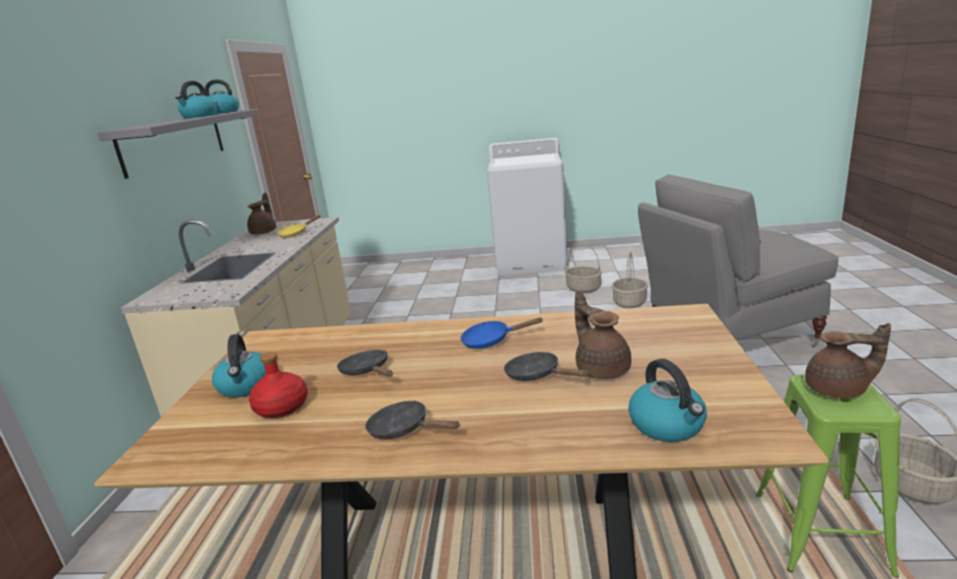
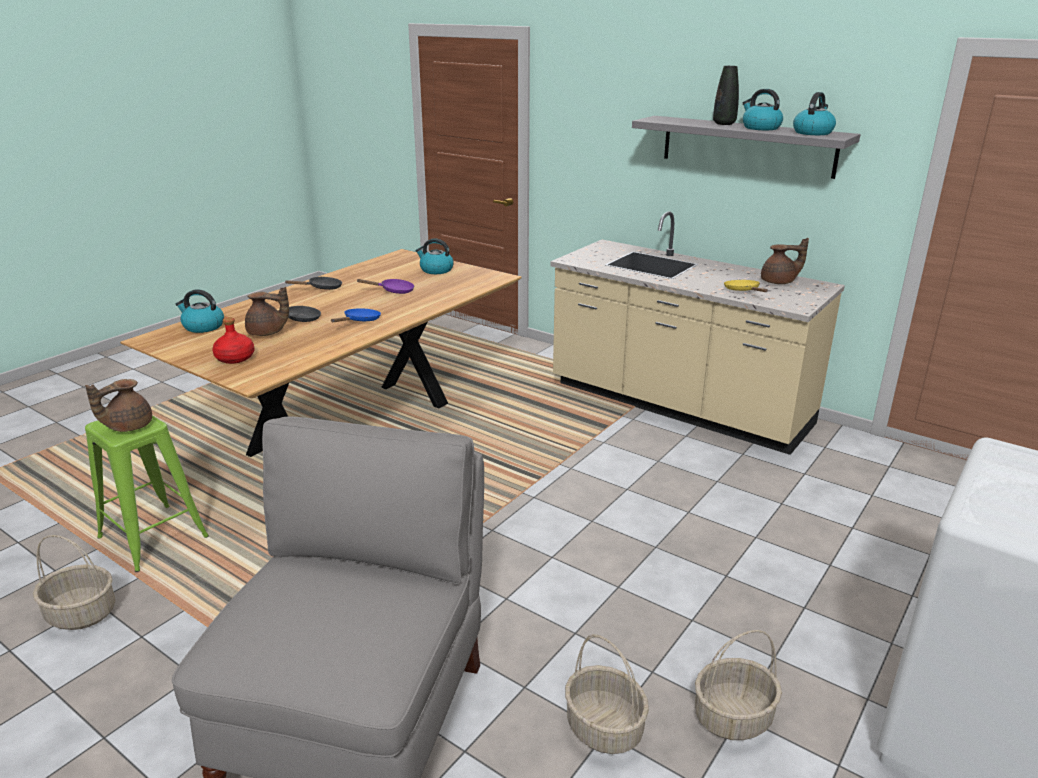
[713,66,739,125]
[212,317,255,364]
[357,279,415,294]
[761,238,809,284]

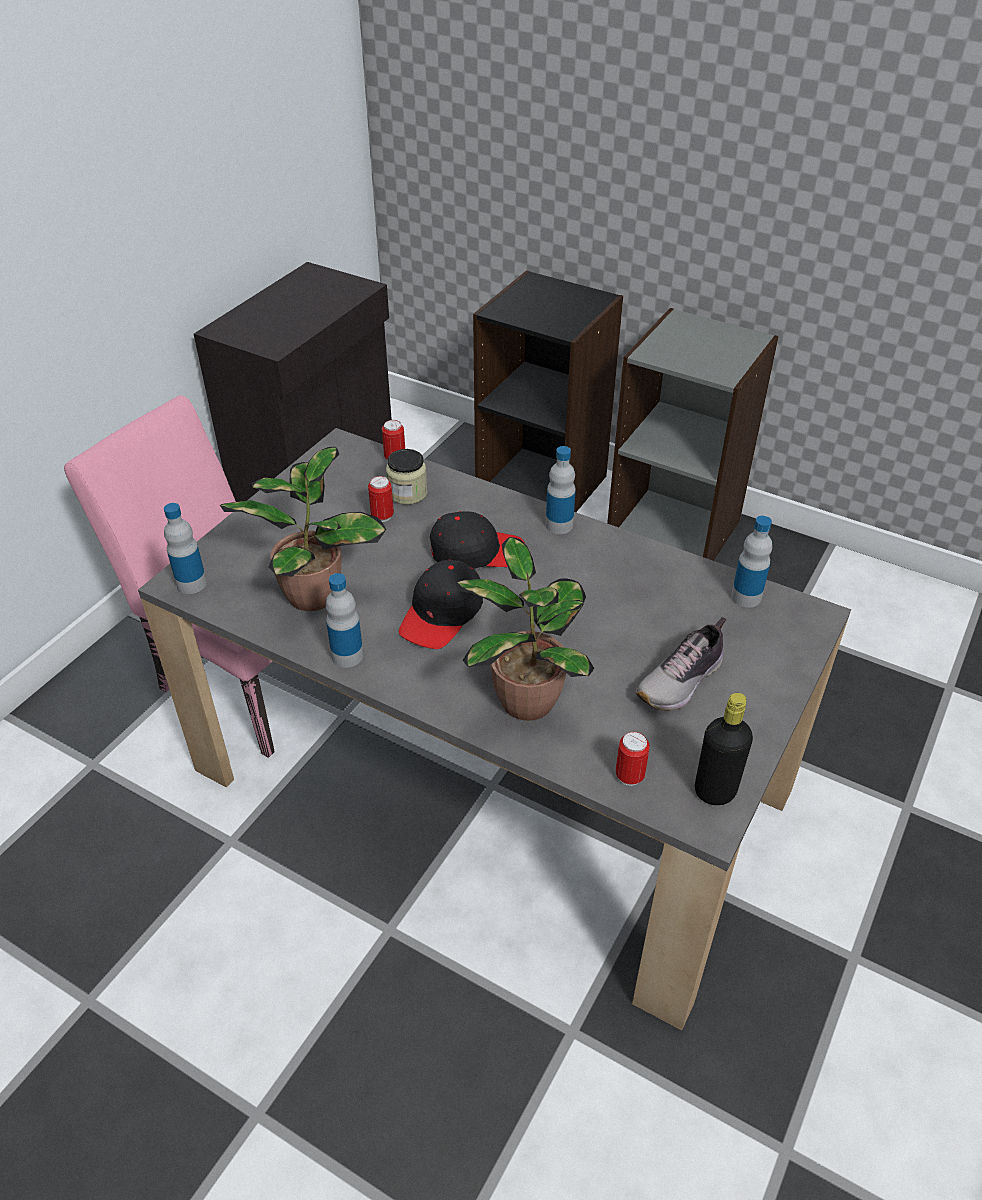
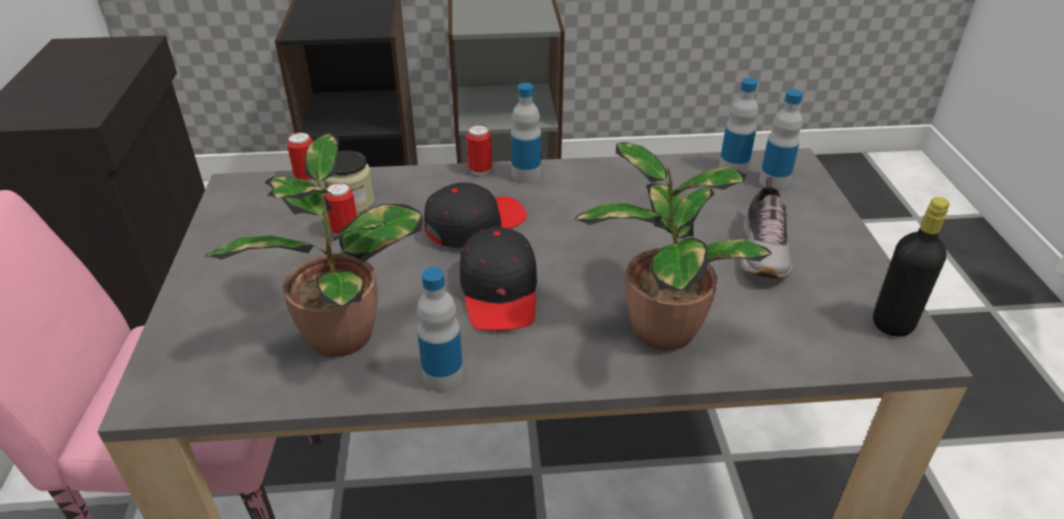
[759,89,803,190]
[466,125,492,175]

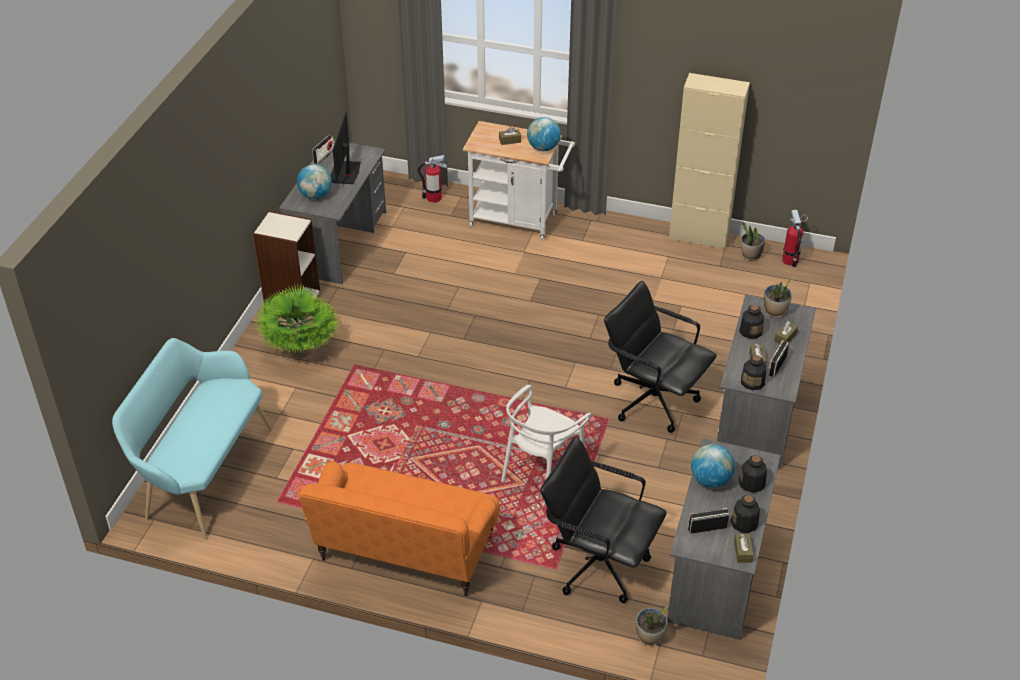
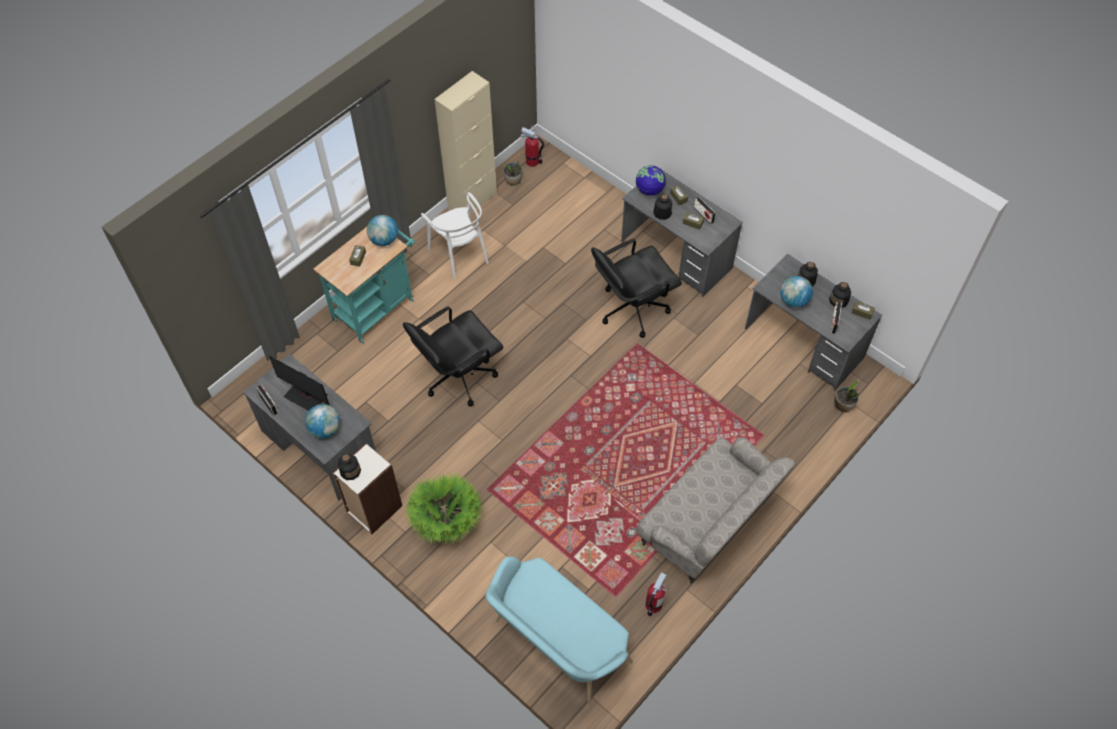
[645,572,668,616]
[421,192,489,279]
[403,306,503,406]
[338,454,361,480]
[636,165,666,196]
[636,437,796,583]
[314,227,415,343]

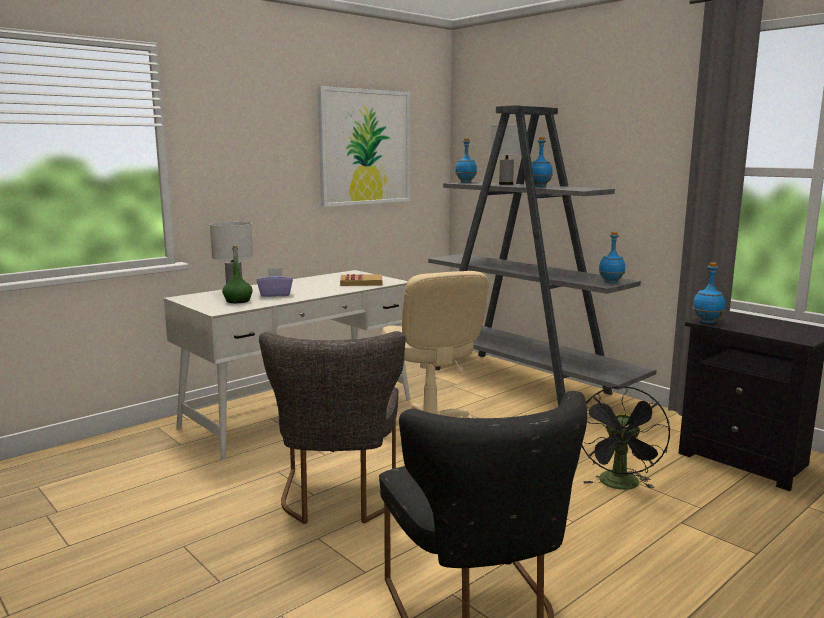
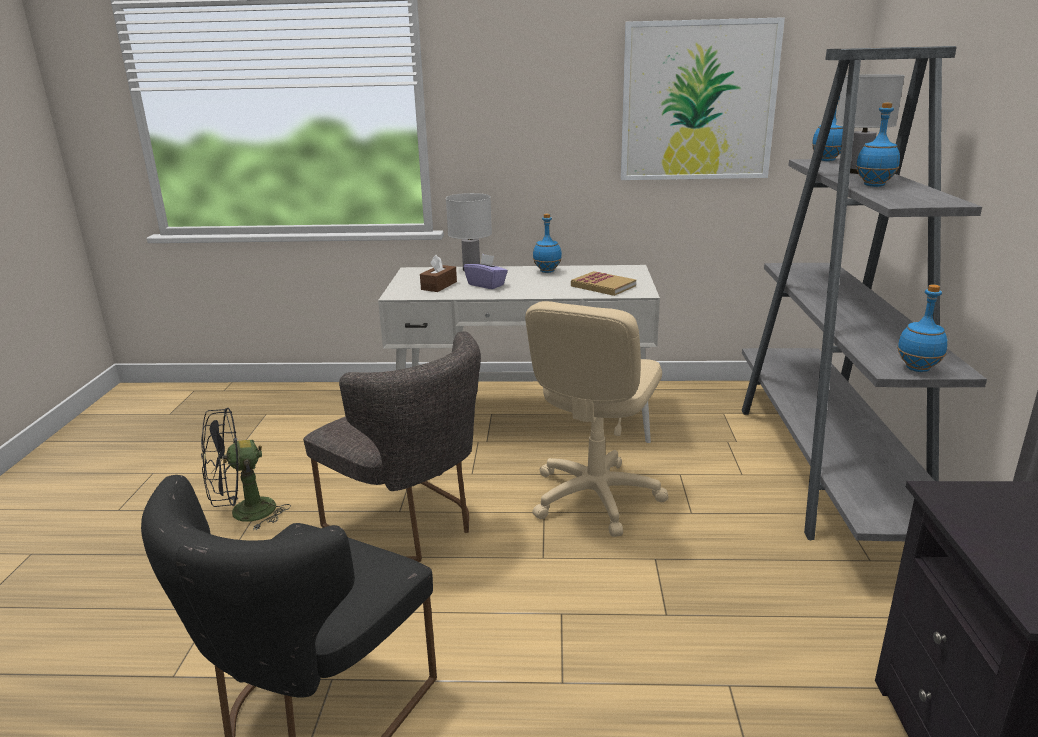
[201,408,291,530]
[533,213,562,273]
[420,255,457,292]
[303,332,481,562]

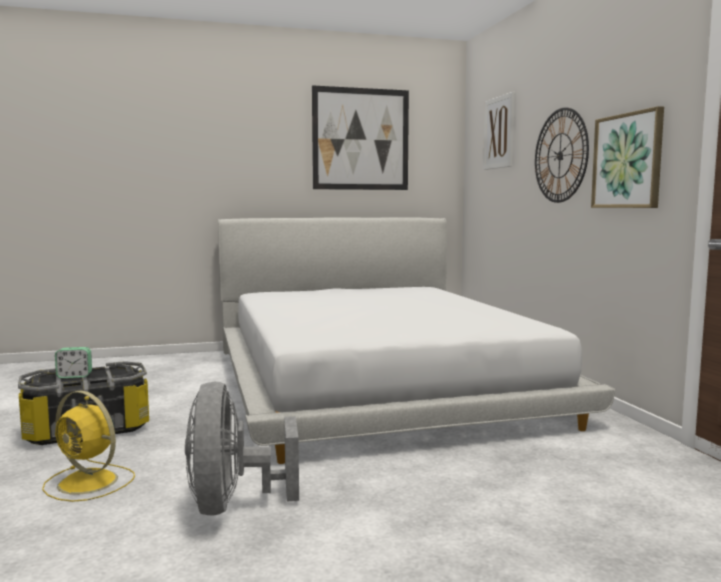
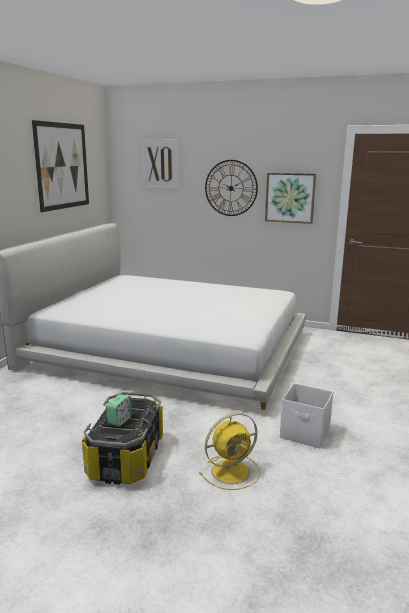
[280,383,333,448]

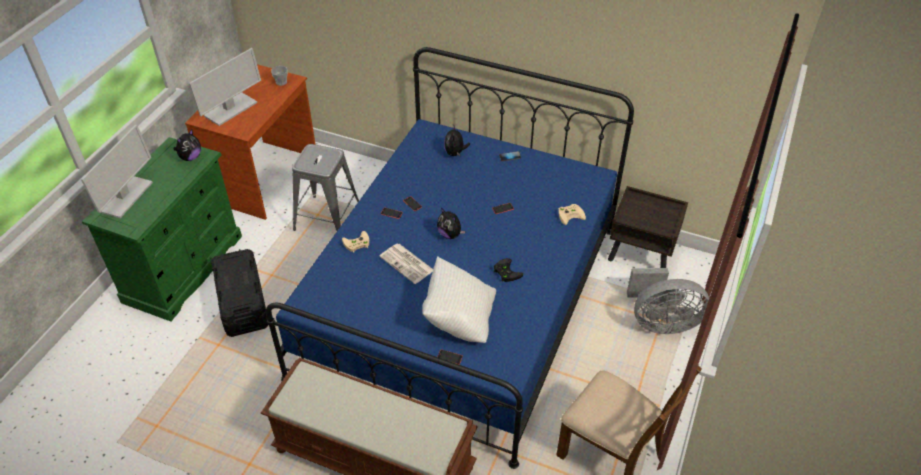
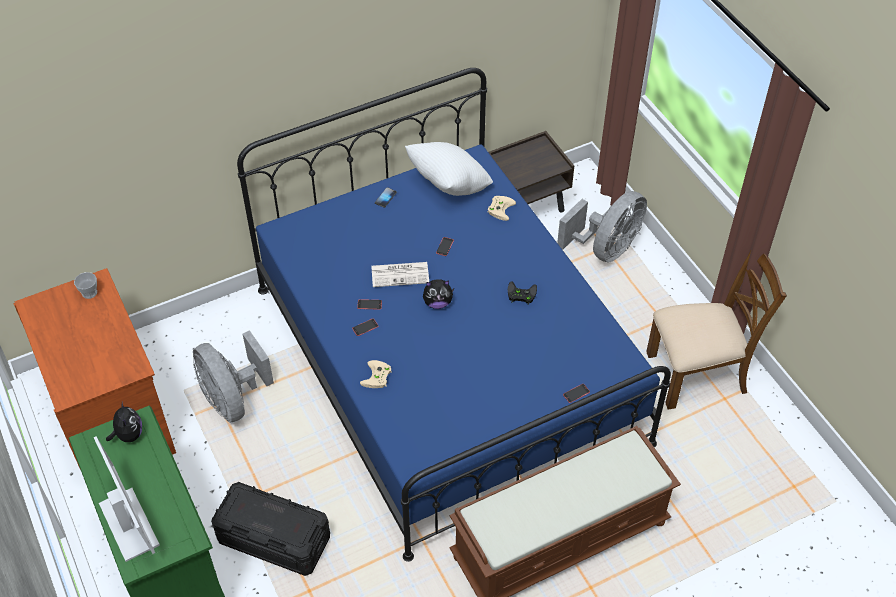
[189,48,261,126] (first image)
[444,124,470,156] (first image)
[371,262,429,287]
[405,142,493,196]
[193,330,274,423]

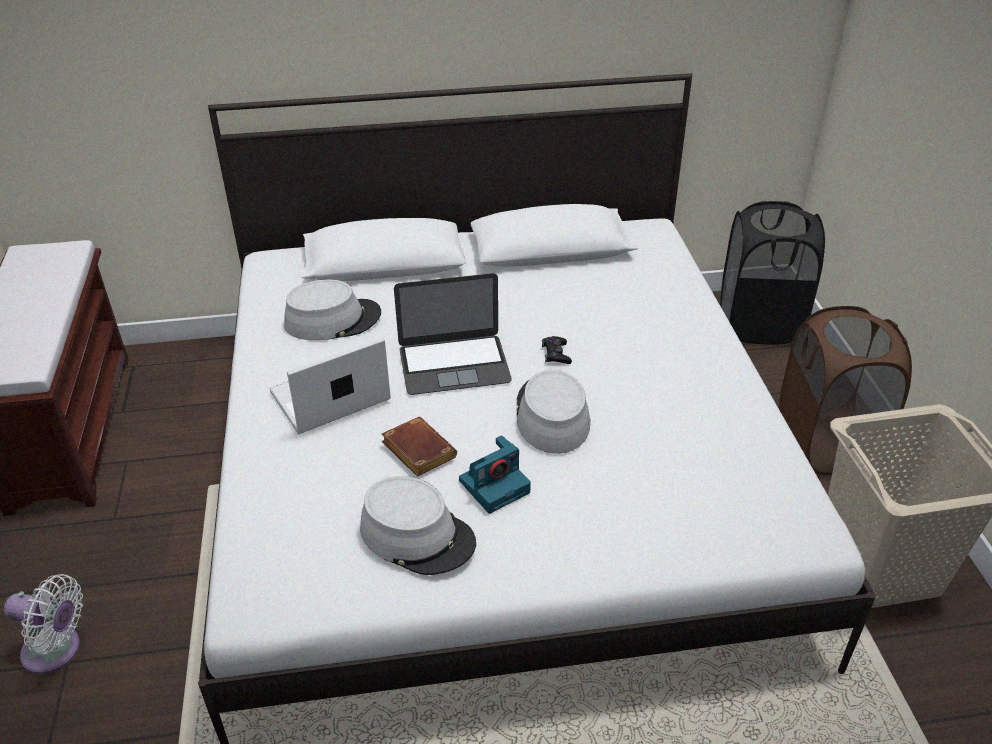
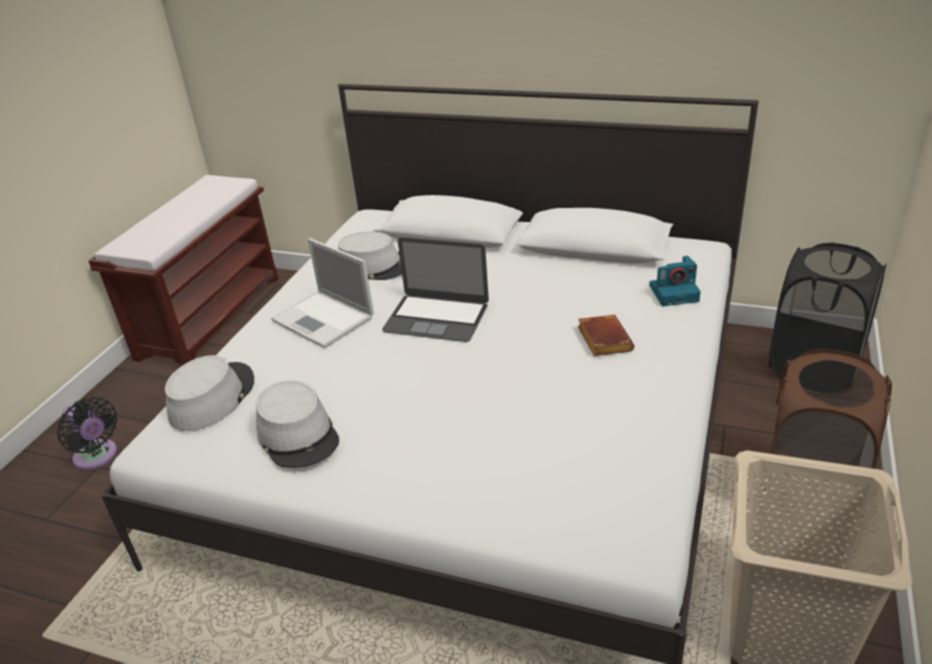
[542,336,572,364] (first image)
[578,315,635,356]
[649,256,701,306]
[165,355,254,431]
[57,397,118,470]
[271,238,374,348]

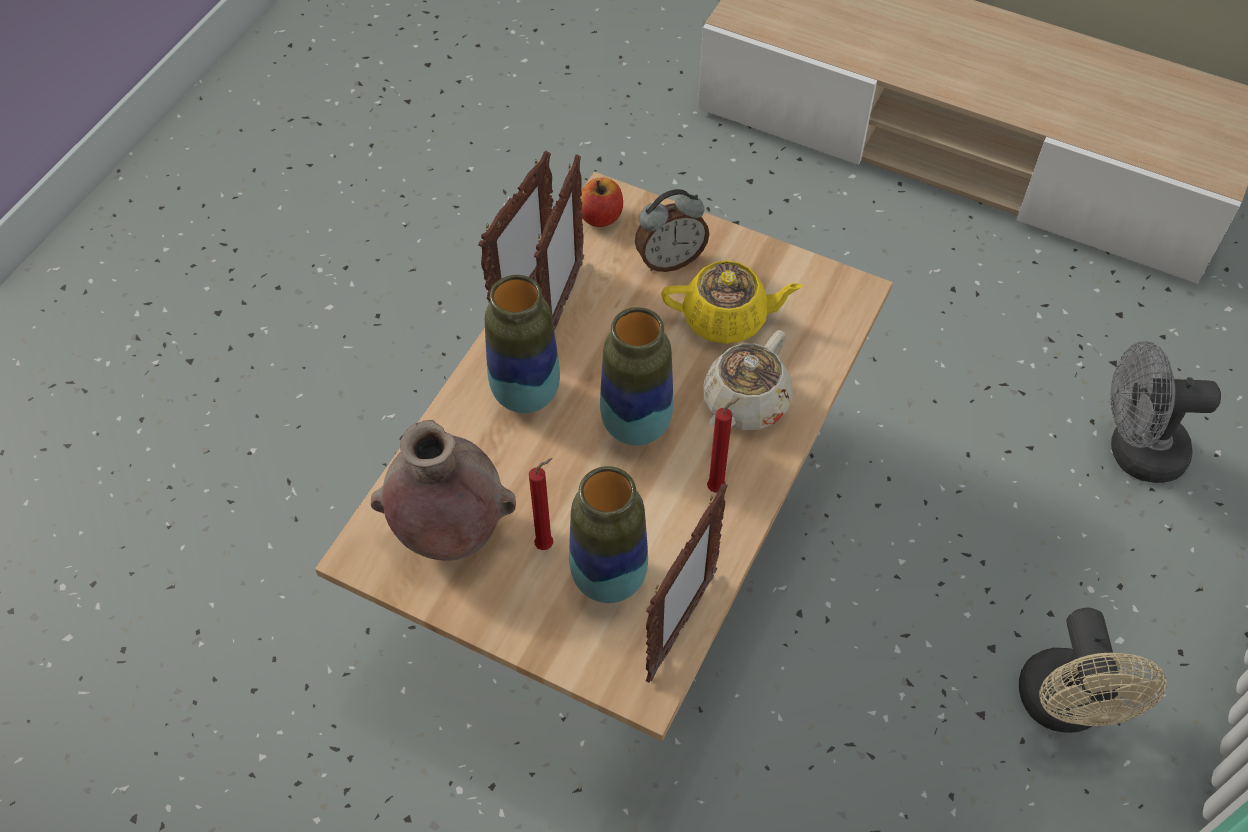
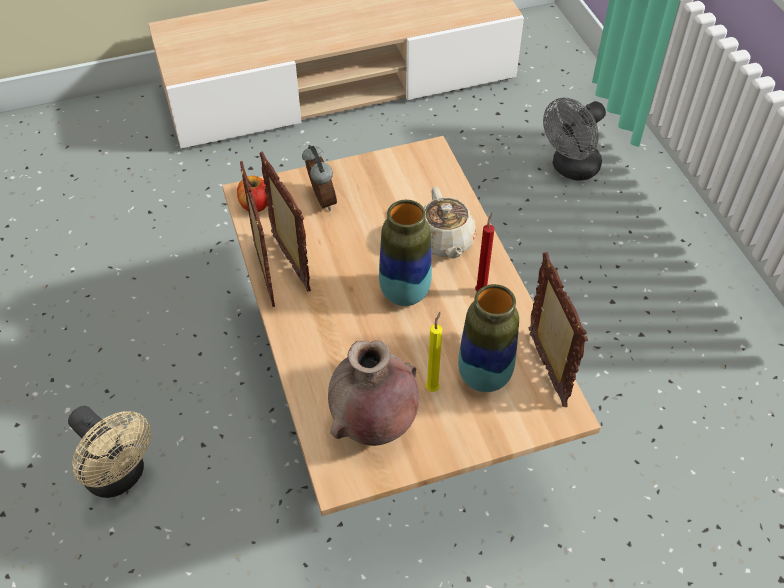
[485,275,560,413] (first image)
[661,260,803,344] (first image)
[68,406,151,498]
[426,312,442,392]
[302,145,337,211]

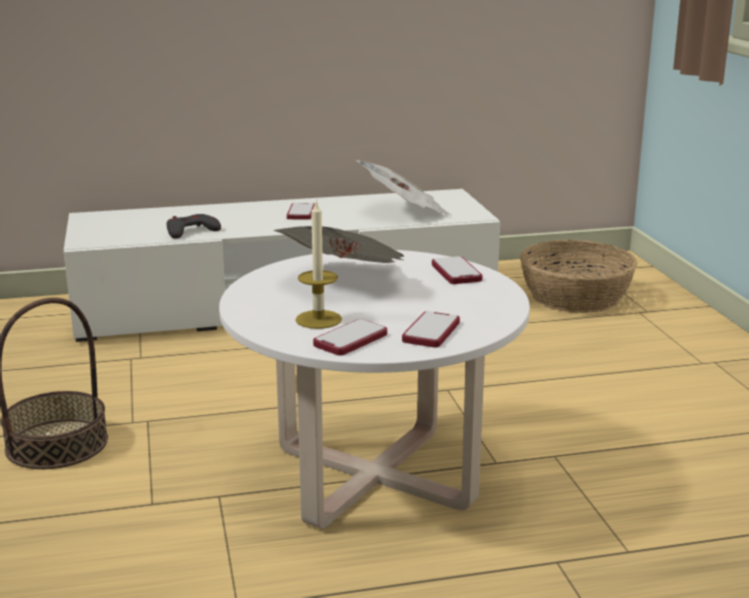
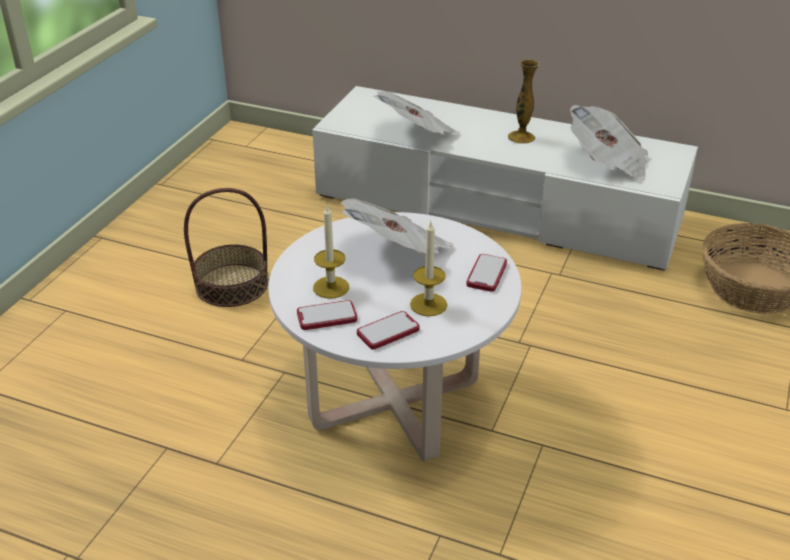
[410,222,447,316]
[374,91,460,135]
[508,60,539,144]

